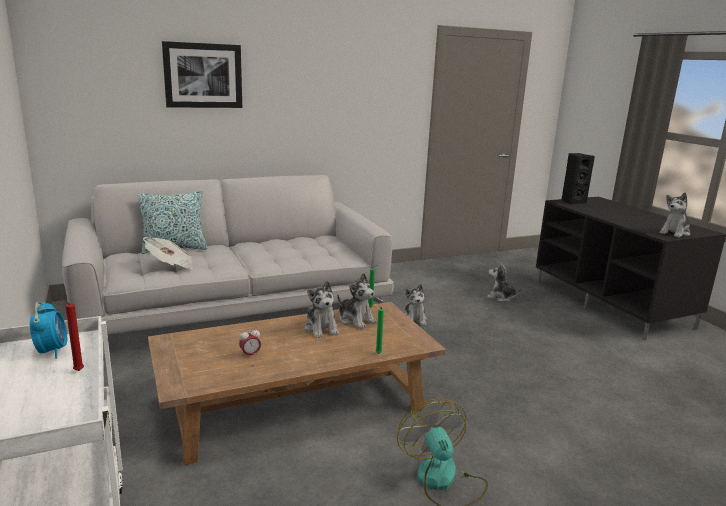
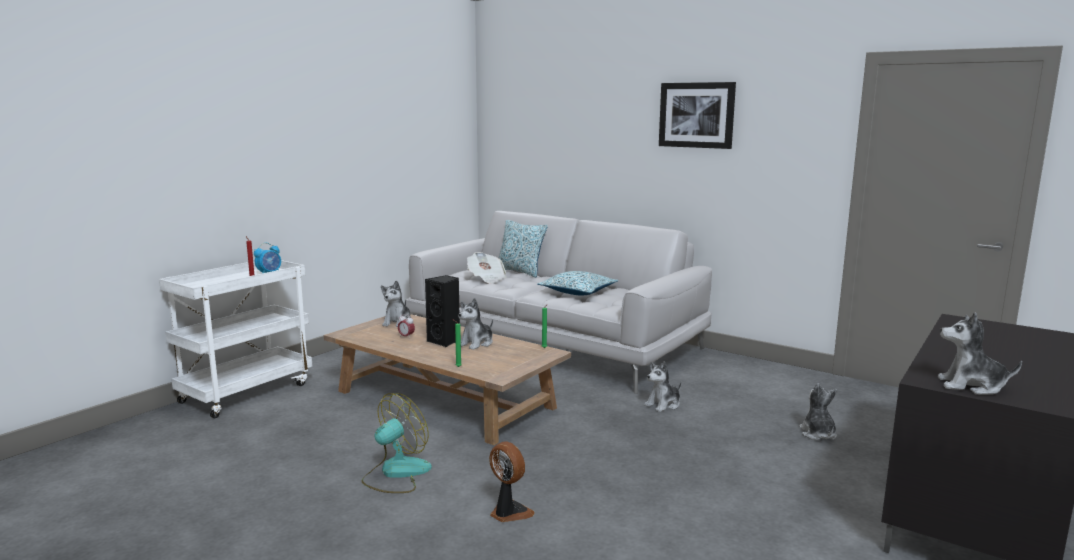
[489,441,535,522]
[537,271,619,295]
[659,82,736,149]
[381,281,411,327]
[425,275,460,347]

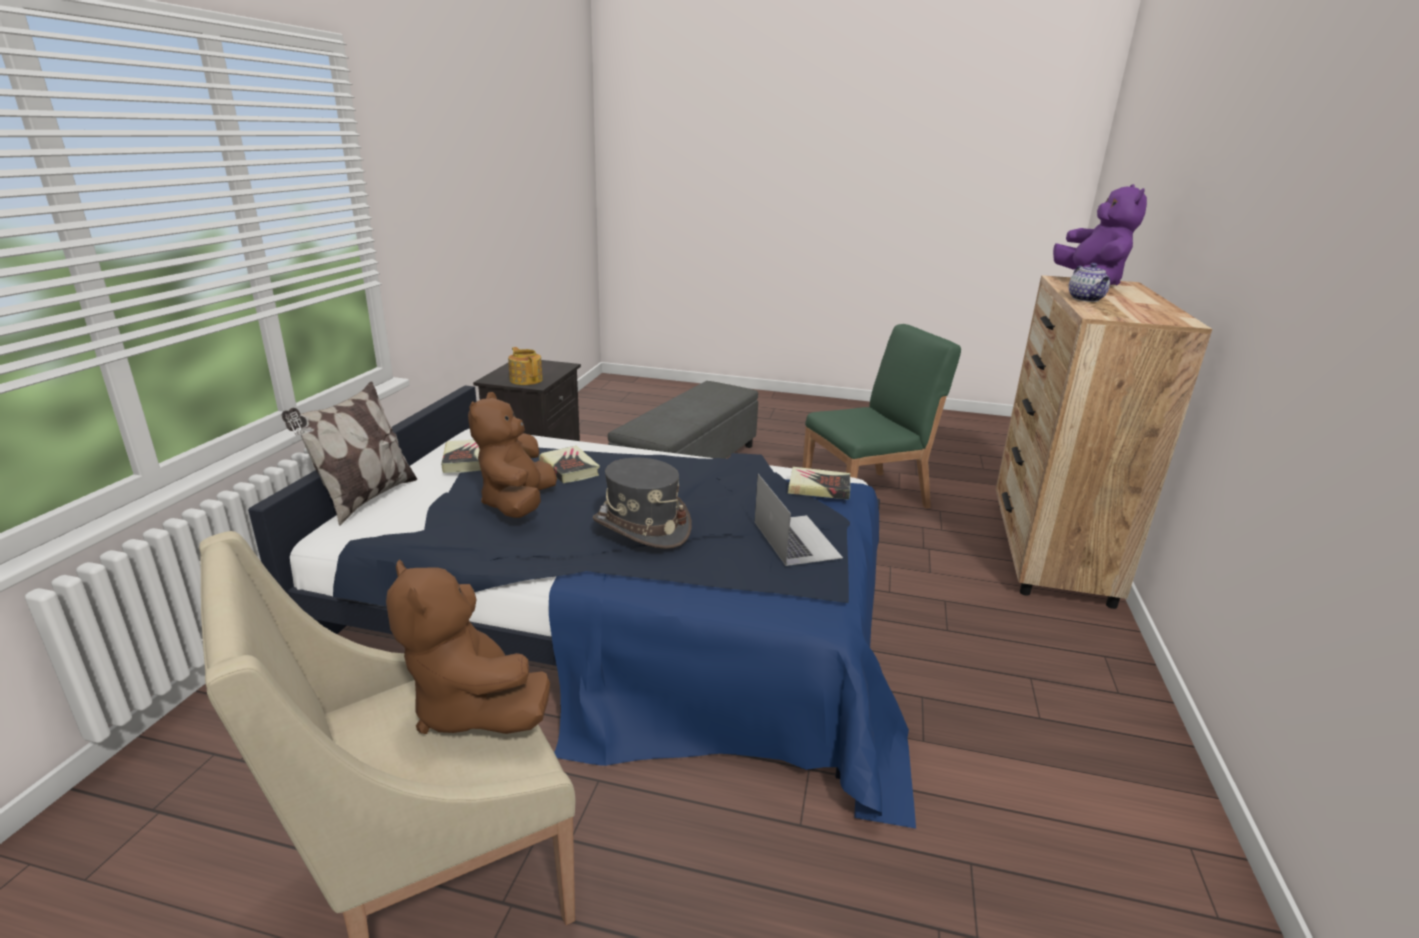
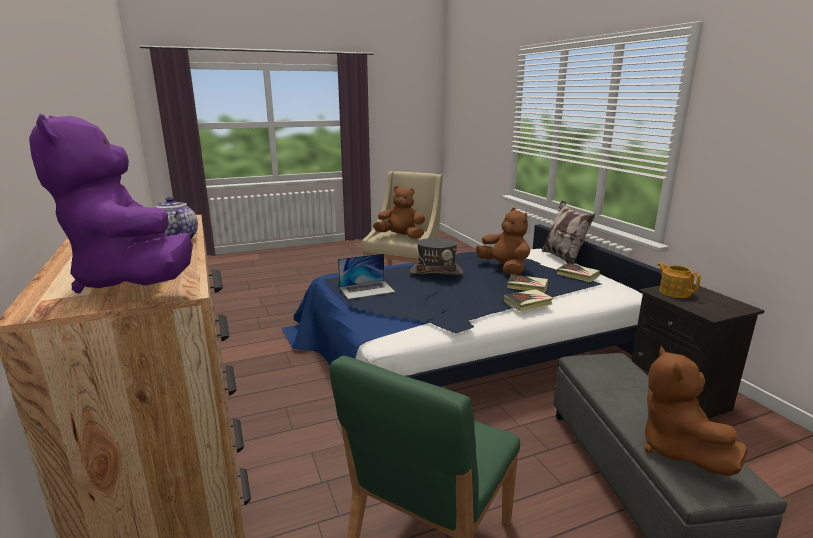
[644,346,748,476]
[503,289,553,311]
[657,263,701,298]
[338,253,395,299]

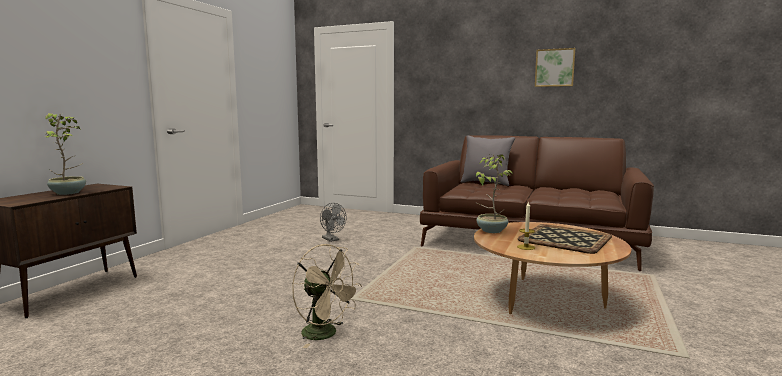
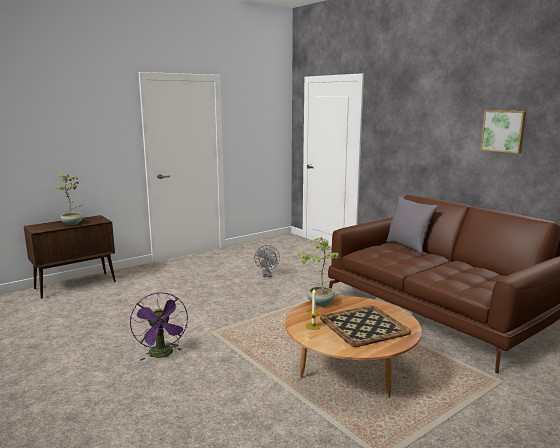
[130,292,188,361]

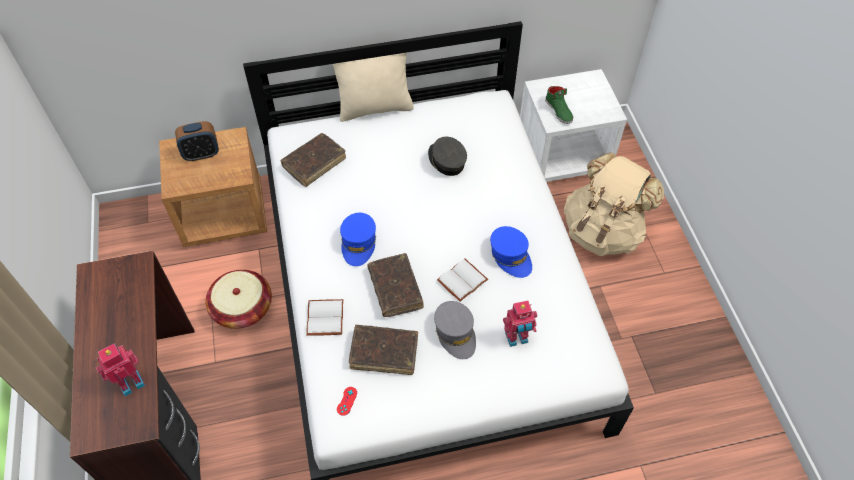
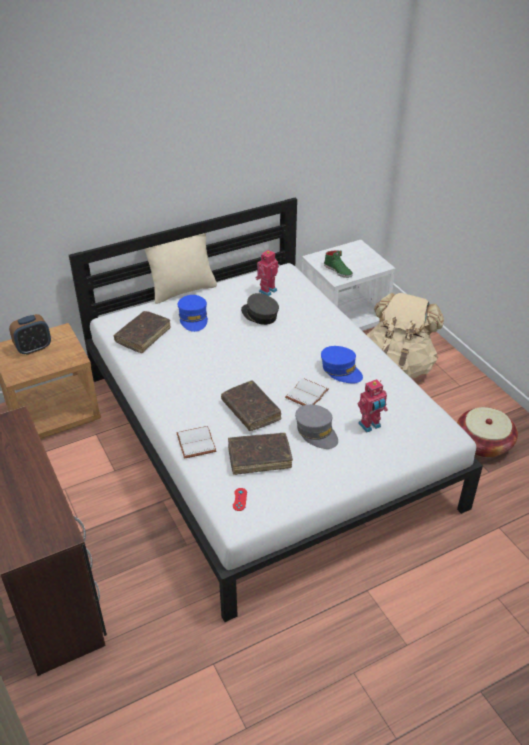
[255,249,279,296]
[457,407,518,458]
[178,295,208,332]

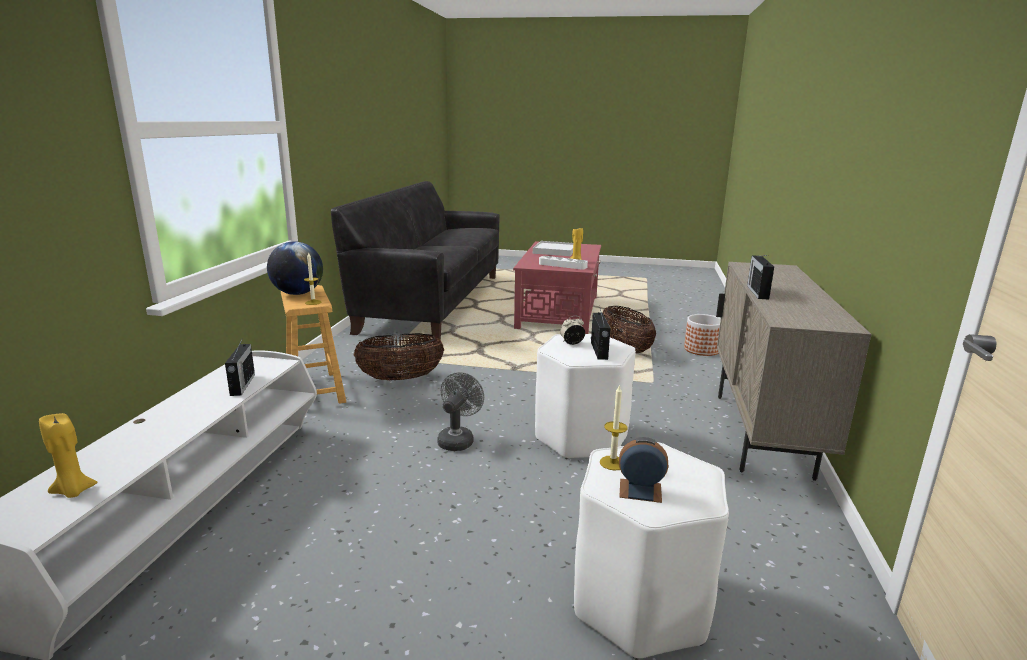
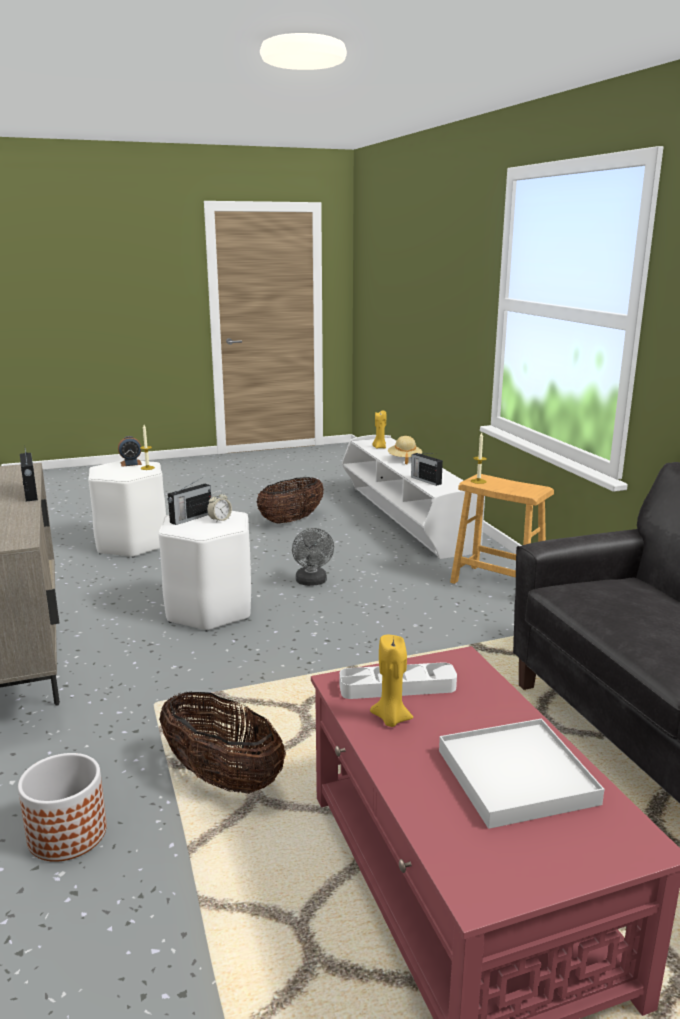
[267,241,323,295] (first image)
[388,436,422,464]
[257,477,324,524]
[168,477,211,525]

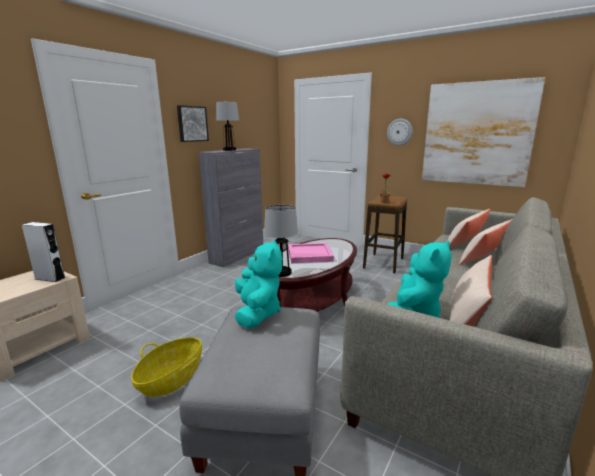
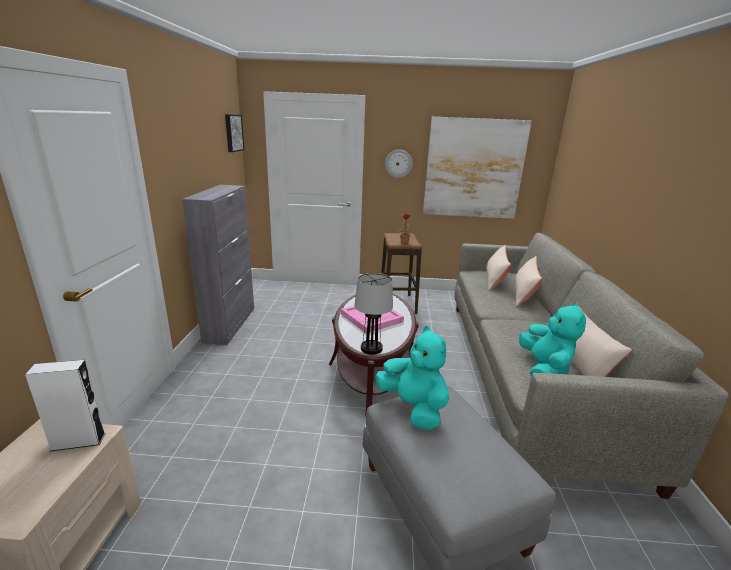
[131,337,202,397] (first image)
[216,102,239,151] (first image)
[225,114,244,152]

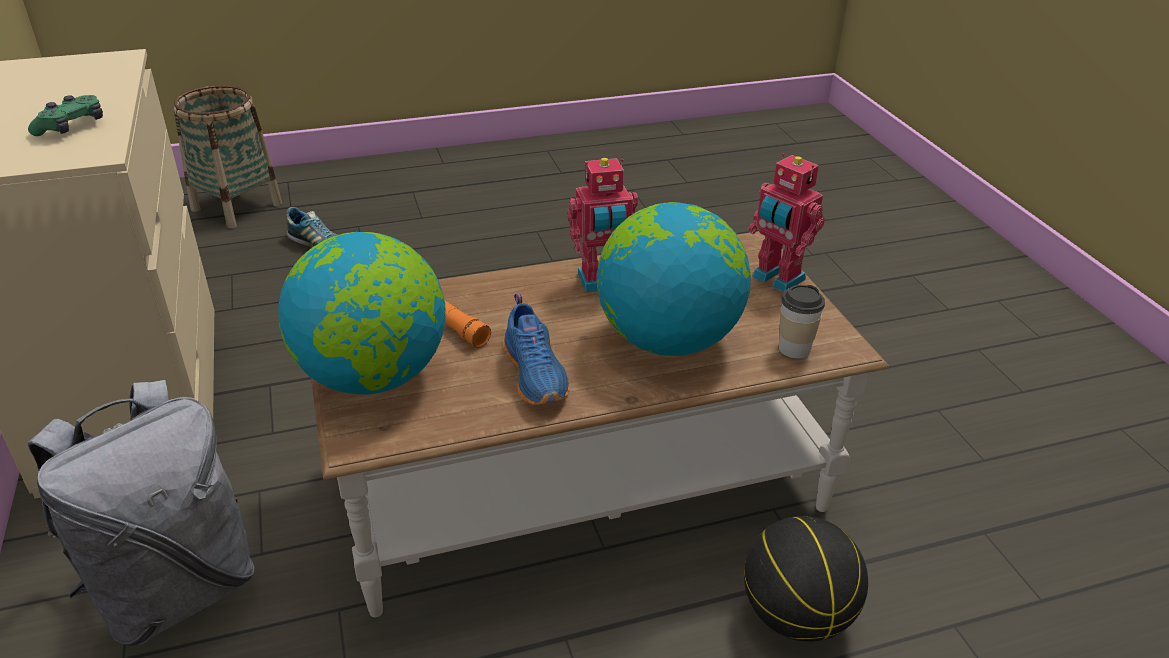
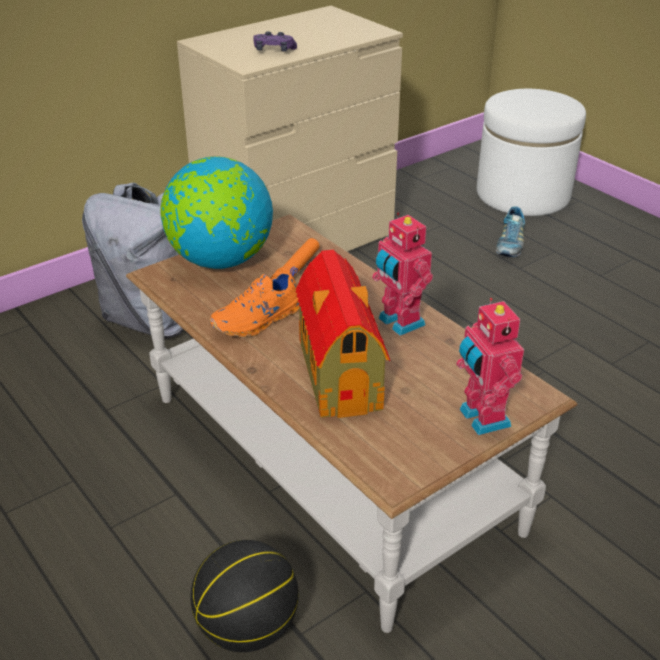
[779,285,825,359] (first image)
[477,89,586,216]
[296,250,390,418]
[253,31,297,52]
[210,267,299,337]
[456,298,524,435]

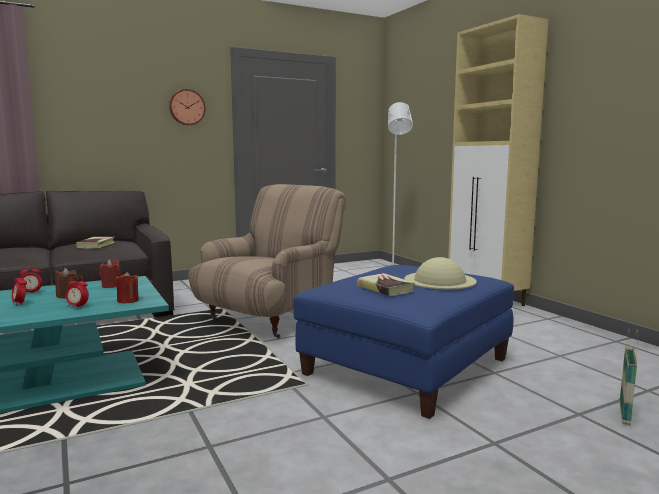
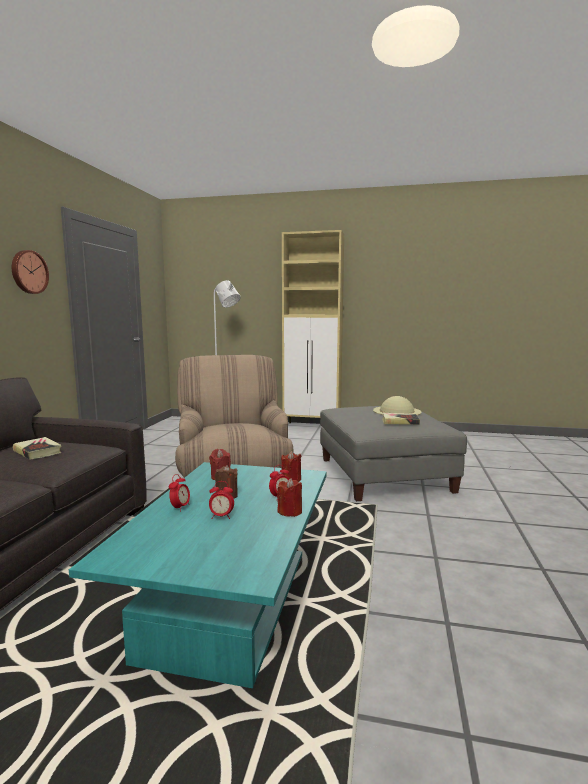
[620,329,638,425] (first image)
[277,478,302,517]
[320,406,467,501]

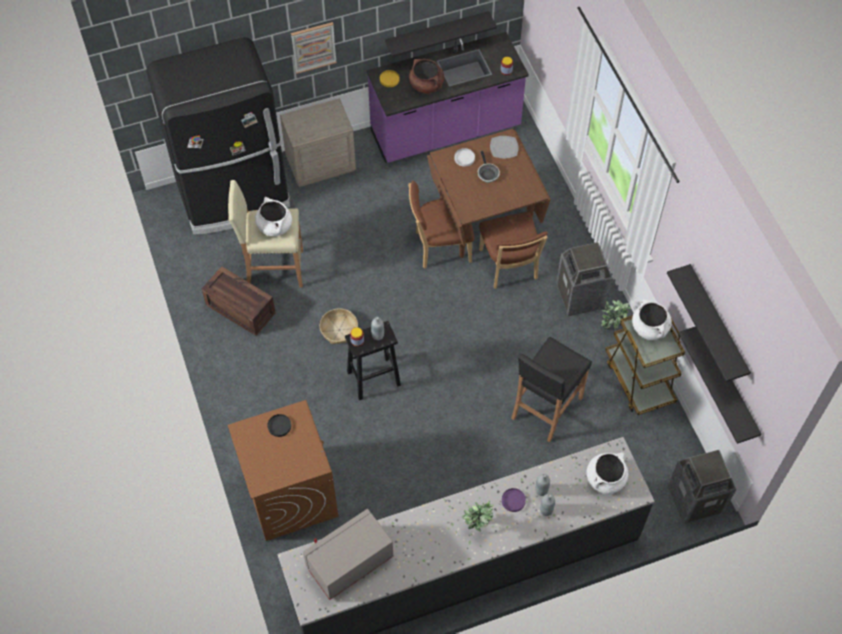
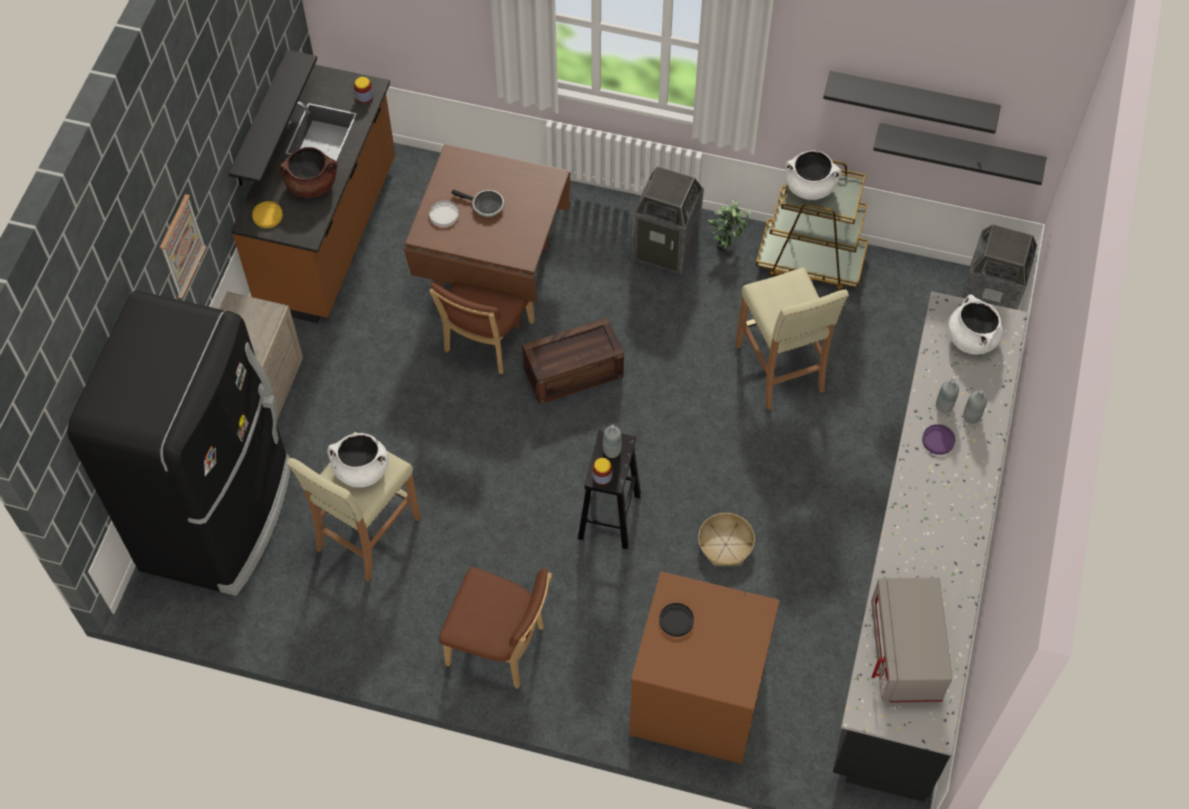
[462,501,494,532] (first image)
[490,136,519,159] (first image)
[522,317,624,405]
[698,513,755,566]
[439,567,552,689]
[231,65,395,323]
[735,267,849,410]

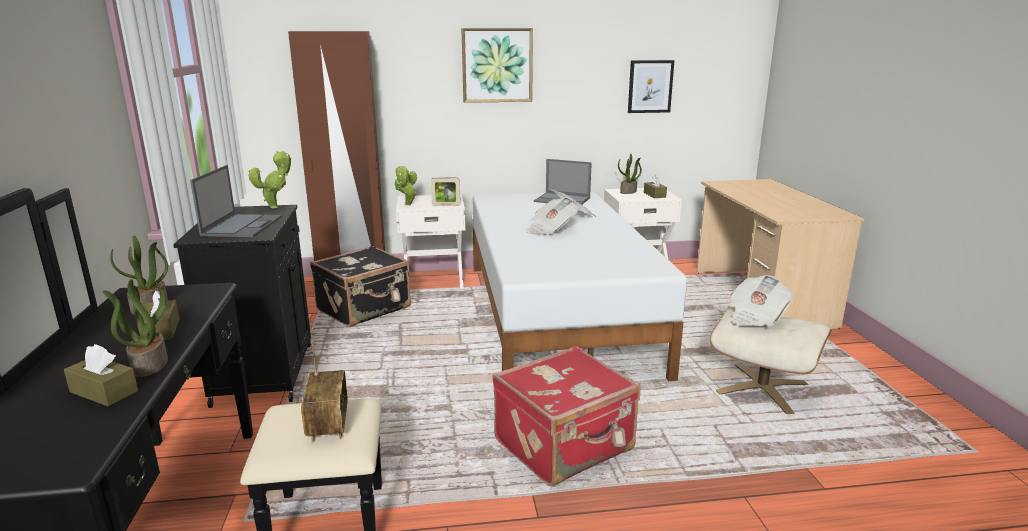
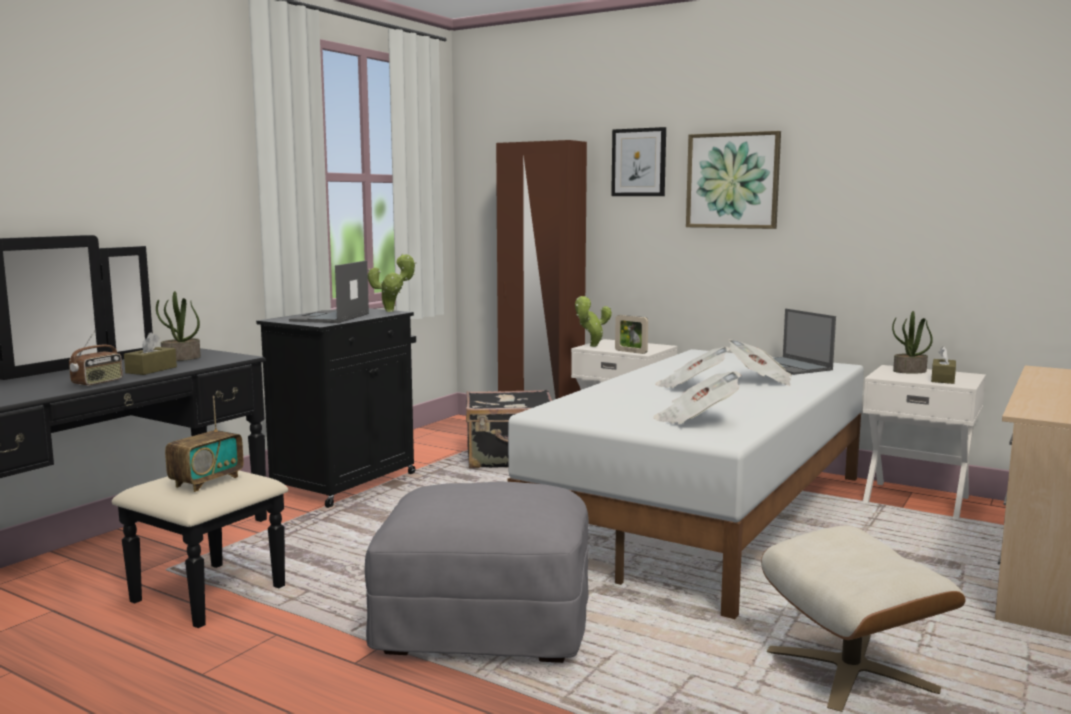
[64,344,138,406] (first image)
[611,127,666,196]
[654,372,742,424]
[69,330,123,386]
[365,482,589,663]
[289,261,369,323]

